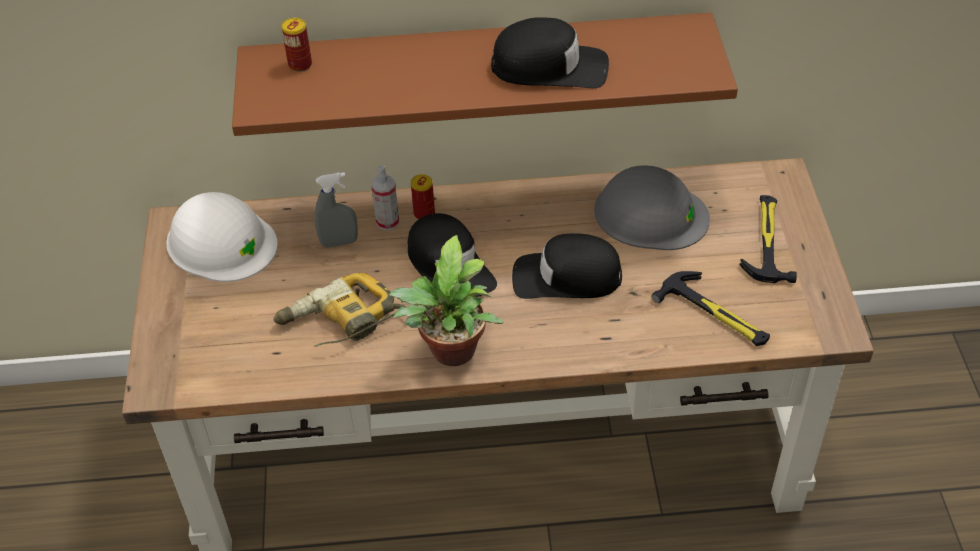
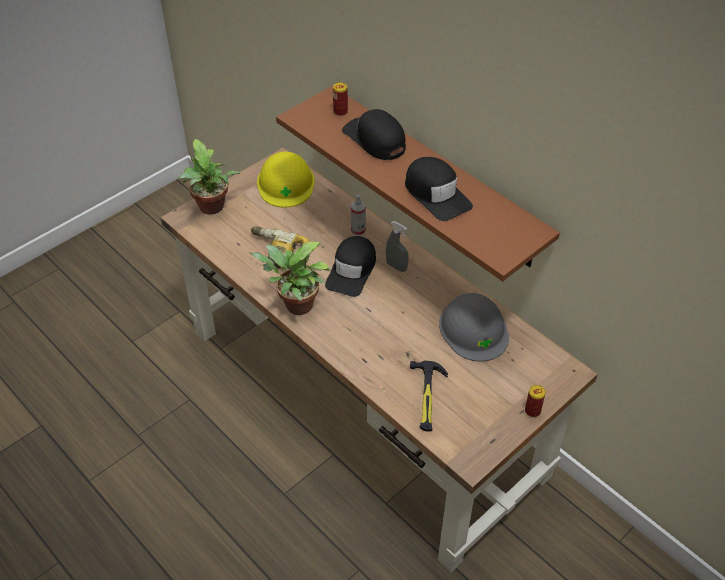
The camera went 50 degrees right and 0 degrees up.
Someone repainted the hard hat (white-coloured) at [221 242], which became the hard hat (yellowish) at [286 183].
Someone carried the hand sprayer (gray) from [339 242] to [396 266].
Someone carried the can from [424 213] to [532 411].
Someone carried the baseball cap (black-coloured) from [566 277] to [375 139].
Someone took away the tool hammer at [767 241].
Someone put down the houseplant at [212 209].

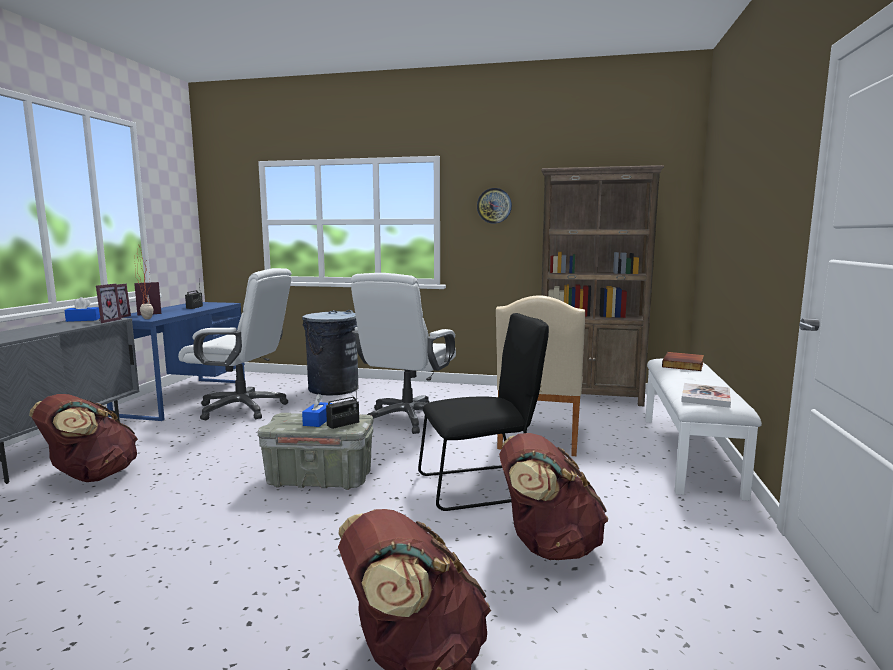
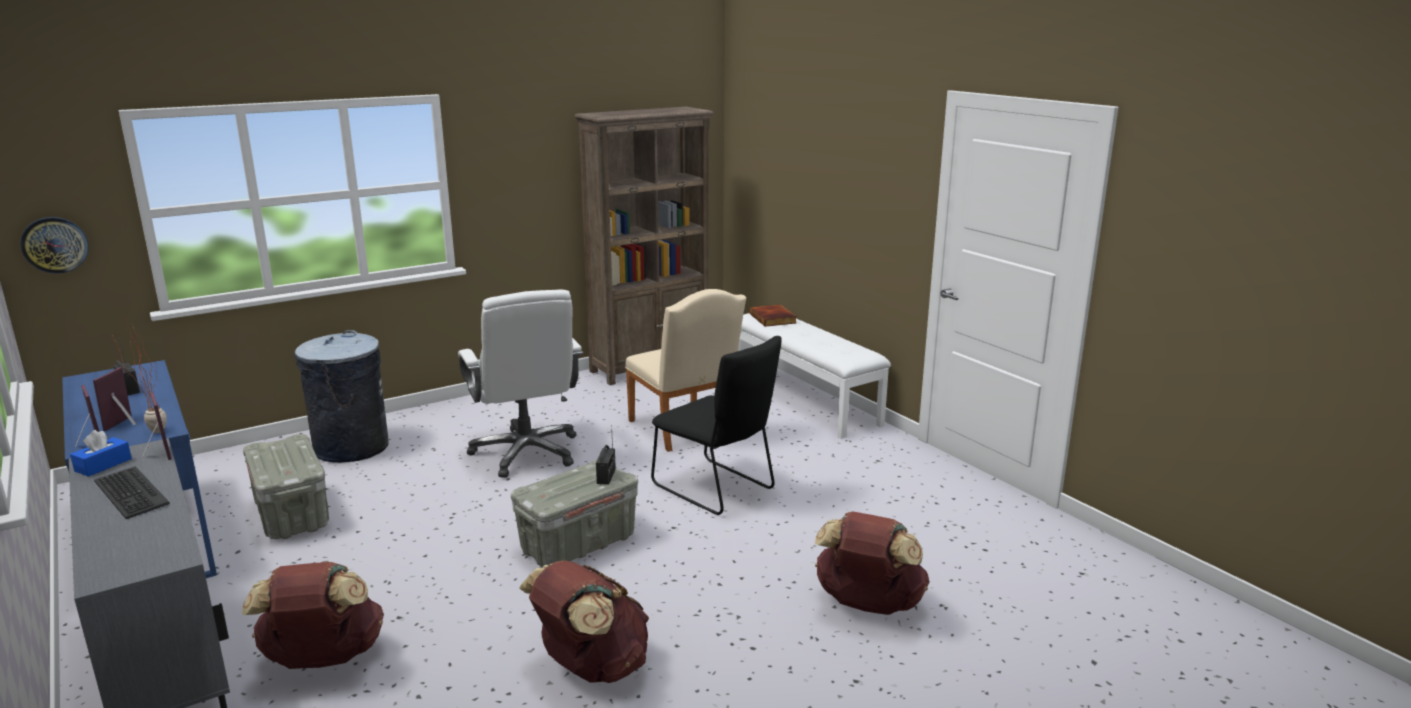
The camera went 45 degrees left and 10 degrees up.
Someone swapped the office chair (white-coloured) at [243 408] for the storage bin (gray) at [293 515].
Someone took away the box of tissues (blue) at [318 421].
Someone rotated the upright chair (black-coloured) at [482 486] by 105 degrees clockwise.
Someone carried the hanging clock from [494 205] to [55 245].
Someone carried the knapsack (brown-coloured) from [548 546] to [591 667].
Someone took away the book at [705 397].
Someone put down the computer keyboard at [130 493].

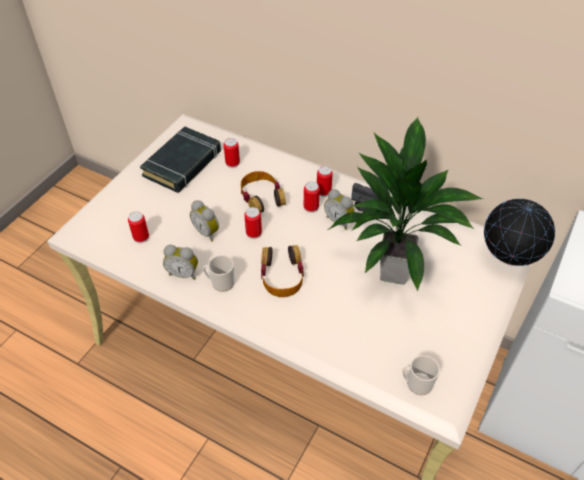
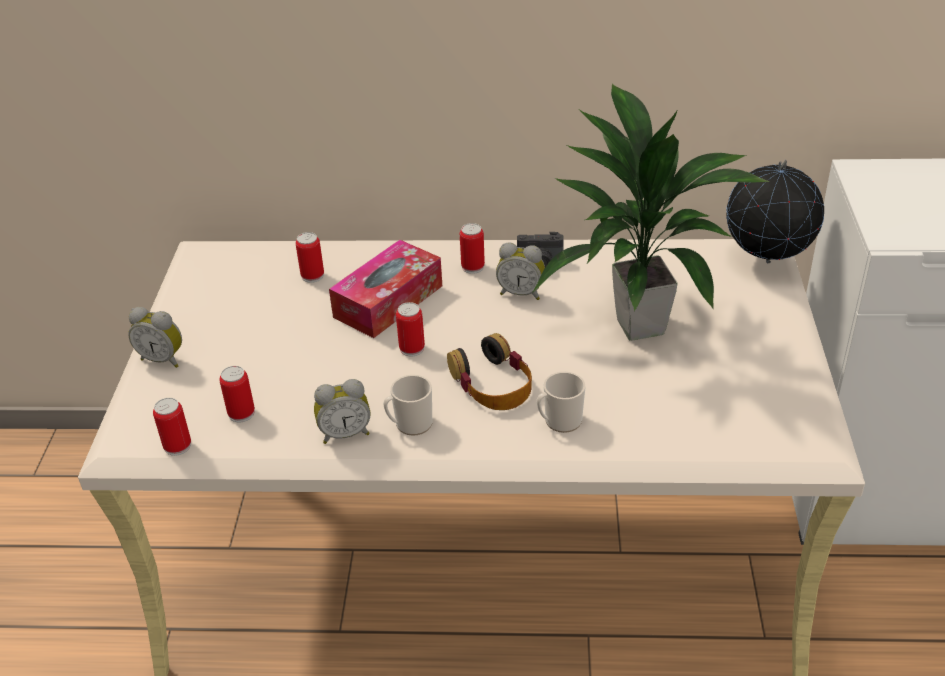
The camera went 25 degrees left and 10 degrees down.
Someone took away the book (black-coloured) at [183 164].
Someone carried the table clock from [207 232] to [163 359].
Someone swapped the headphones at [261 196] for the box of tissues at [388 301].
Someone carried the can from [311 207] to [177 446].
Someone carried the mug from [416 383] to [559 421].

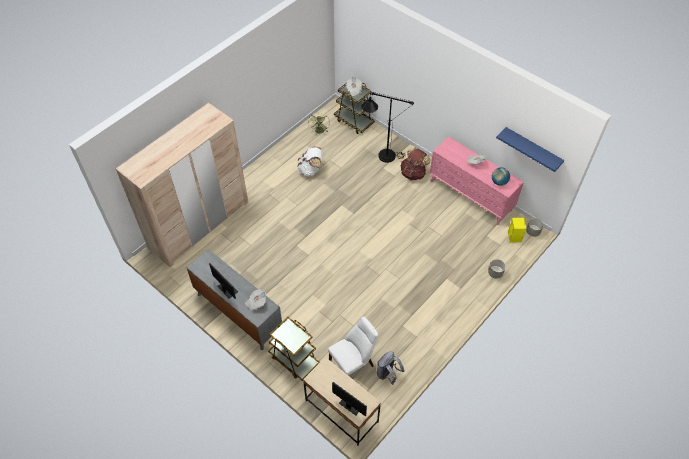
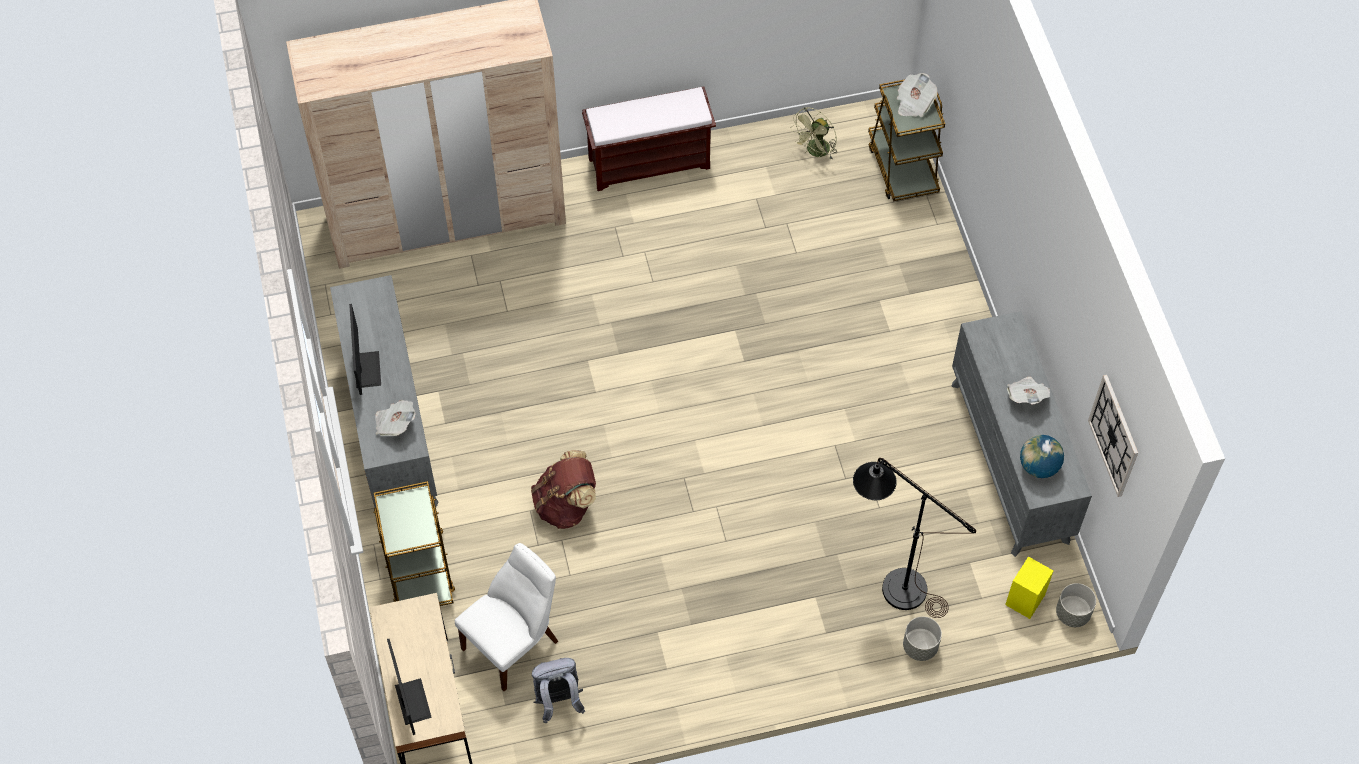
The camera went 35 degrees right and 5 degrees up.
Someone took away the knapsack (white-coloured) at [310 170].
Someone rotated the upright chair (white-coloured) at [353 363] by 45 degrees counterclockwise.
Someone carried the standard lamp (black-coloured) from [381 156] to [892 583].
Someone carried the knapsack (brown-coloured) from [413 173] to [566 505].
Someone repainted the chest of drawers (pink) at [470 195], which became the chest of drawers (gray) at [1010 462].
Someone swapped the shelf (blue) at [533 148] for the hanging clock at [1114 435].
Someone put down the long seat (brown-coloured) at [650 162].

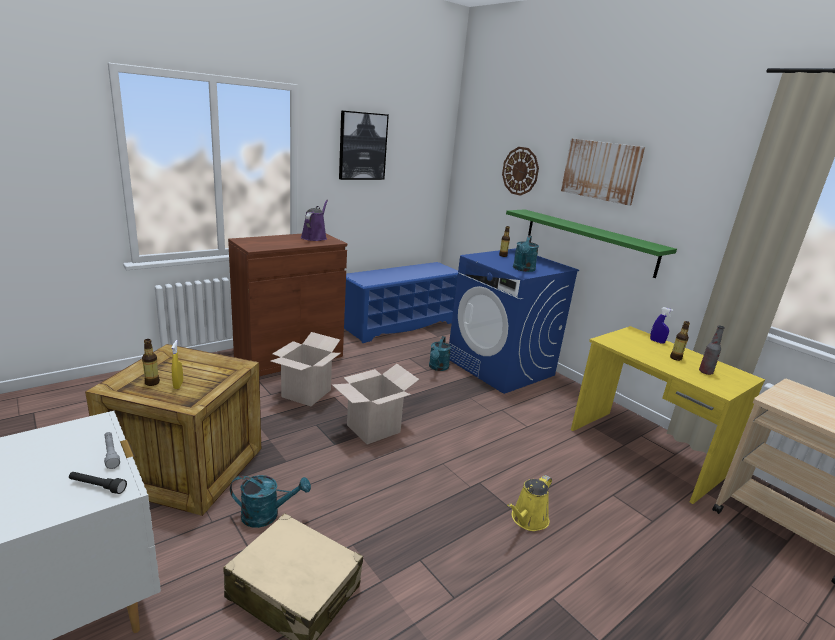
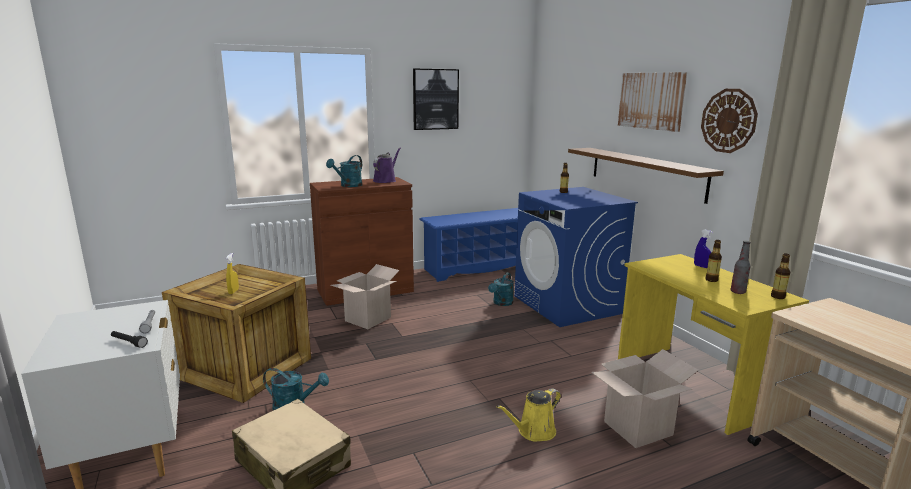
The camera went 15 degrees right and 5 degrees down.
Someone carried the beverage bottle from [152 383] to [777 297].
Someone carried the carton from [373 429] to [637 428].
Someone carried the hanging clock from [520 171] to [728 120].
Someone repainted the shelf (green-coloured) at [588 241], which became the shelf (brown-coloured) at [645 173].
Someone carried the sprinkling can (blue-green) from [523 269] to [348 186].

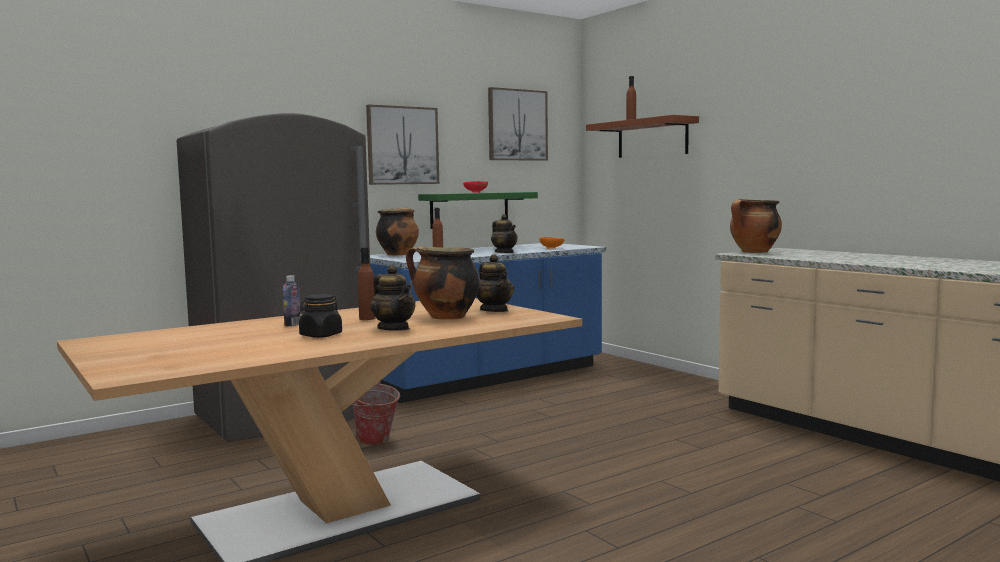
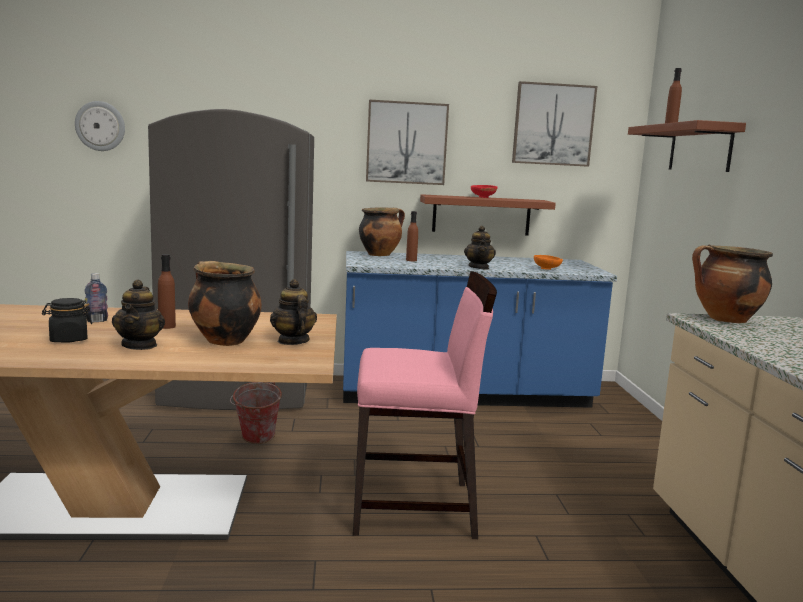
The camera went 30 degrees right and 5 degrees up.
Someone repainted the shelf (green-coloured) at [469 210], which became the shelf (brown-coloured) at [481 215].
Someone rotated the pot for tea at [494 310] by 150 degrees clockwise.
Someone put up the hanging clock at [100 126].
Someone put down the upright chair (pink) at [415 508].

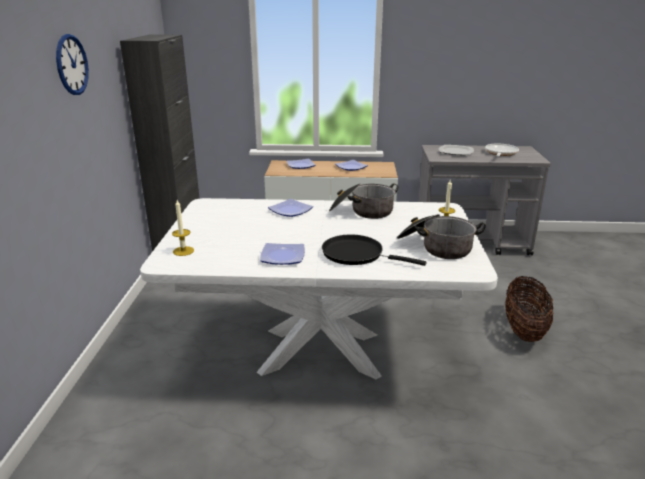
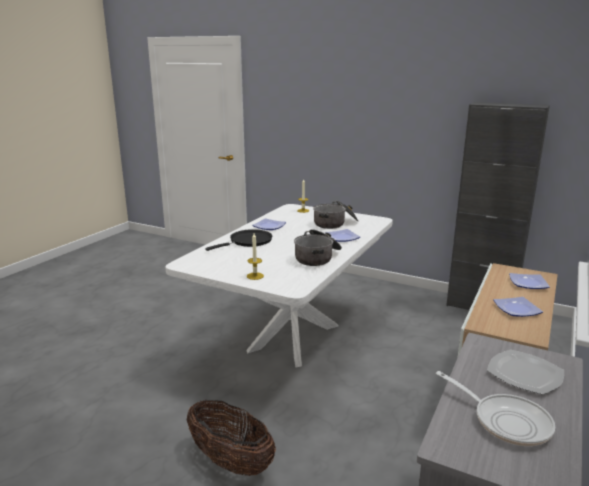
The camera went 115 degrees right and 5 degrees down.
Someone took away the hanging clock at [72 65].
Someone carried the stockpot from [436 247] to [335 223].

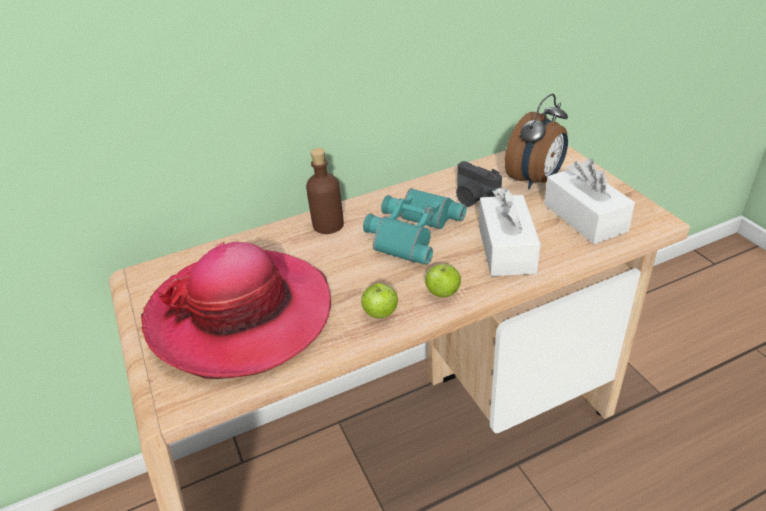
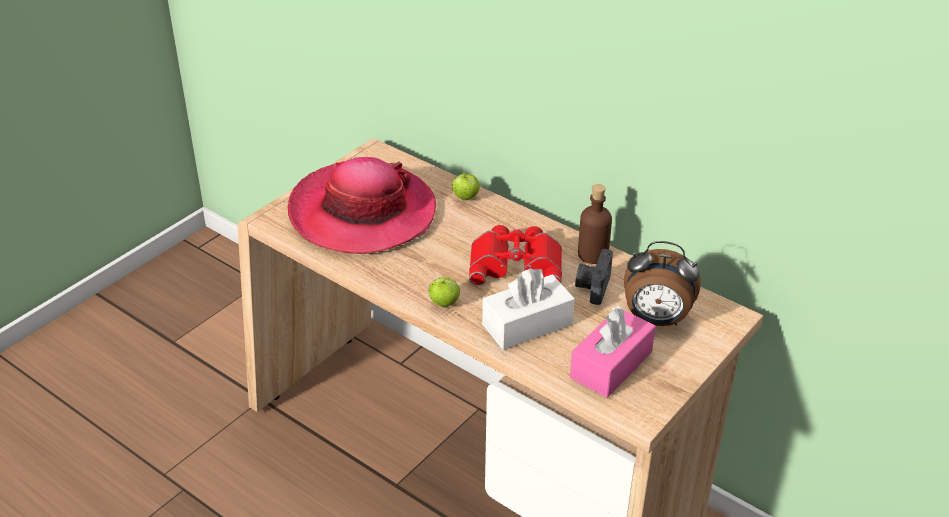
The camera went 60 degrees right and 0 degrees up.
Someone carried the beverage bottle (brown-coloured) from [328 225] to [592 254].
Someone carried the apple fruit from [380 314] to [465 198].
Someone repainted the field glasses (blue-green) at [411 231], which became the field glasses (red) at [516 263].
Someone repainted the box of tissues (white-coloured) at [584 217], which became the box of tissues (pink) at [611 365].

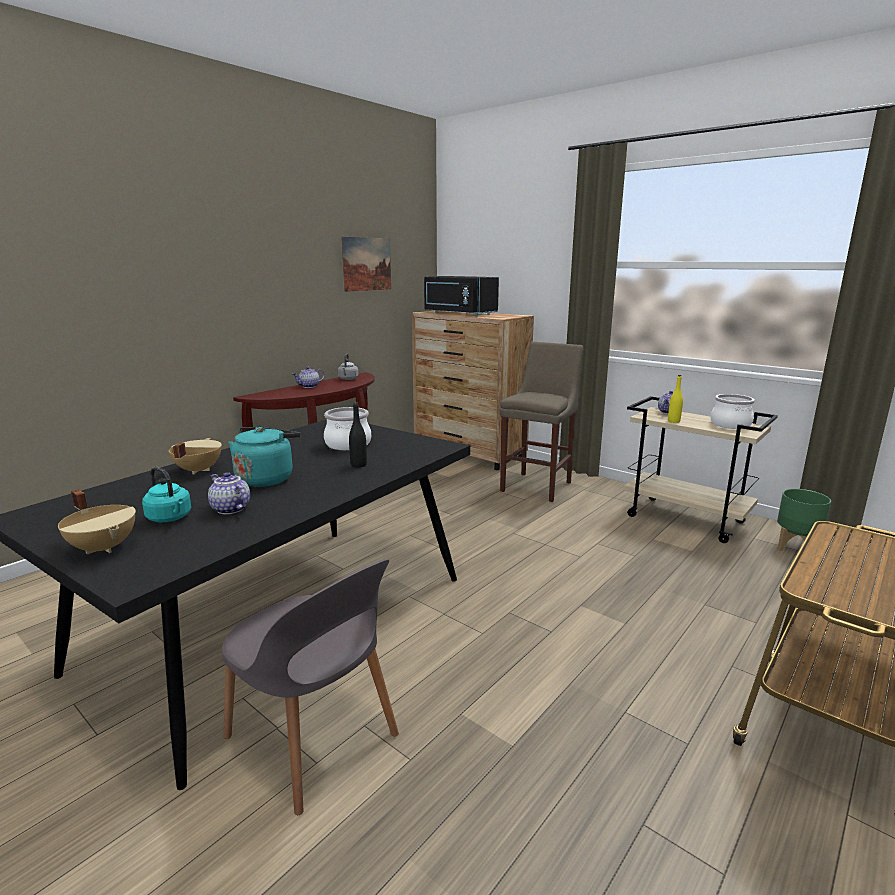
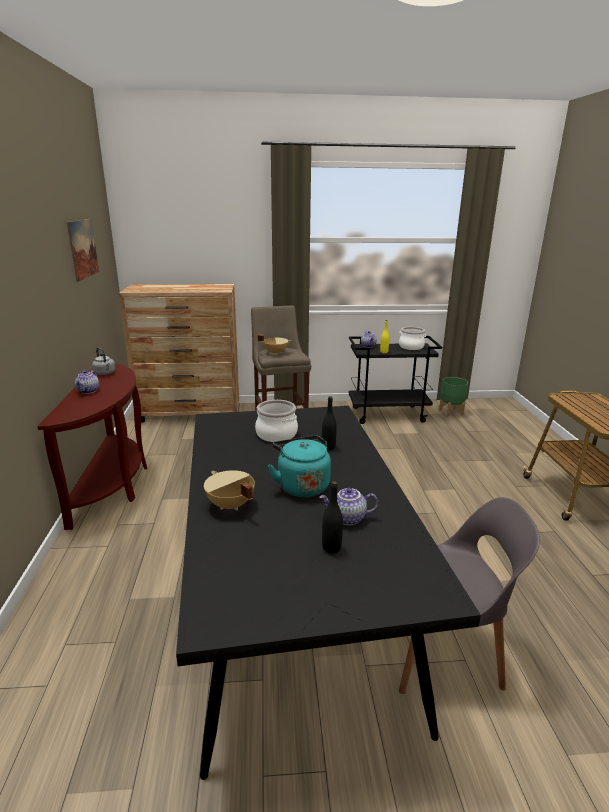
The camera went 45 degrees left and 5 degrees up.
Someone carried the stockpot (beige-coloured) from [104 547] to [275 353].
Someone swapped the kettle (blue-green) at [170 518] for the beverage bottle (black-coloured) at [331 548].
Someone took away the microwave oven (black-coloured) at [458 313].
Someone repainted the wheeled cart (beige-coloured) at [686 519], which became the wheeled cart (black-coloured) at [388 414].

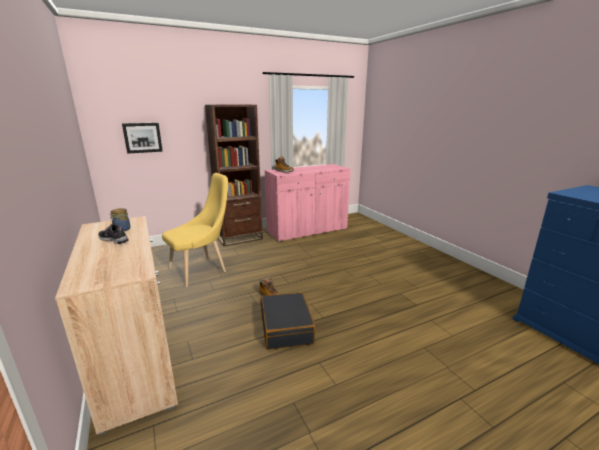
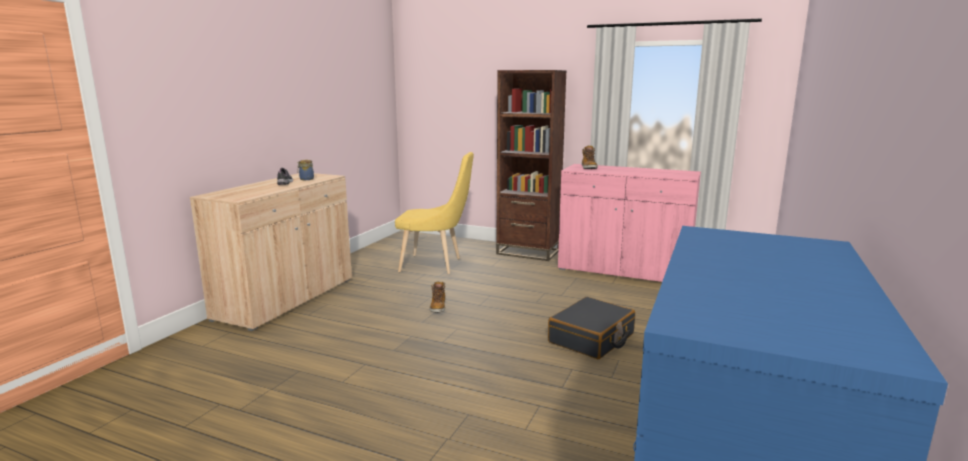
The camera went 50 degrees right and 5 degrees down.
Someone took away the wall picture at [142 137].
Someone carried the suitcase (black-coloured) from [286 327] to [592 338].

